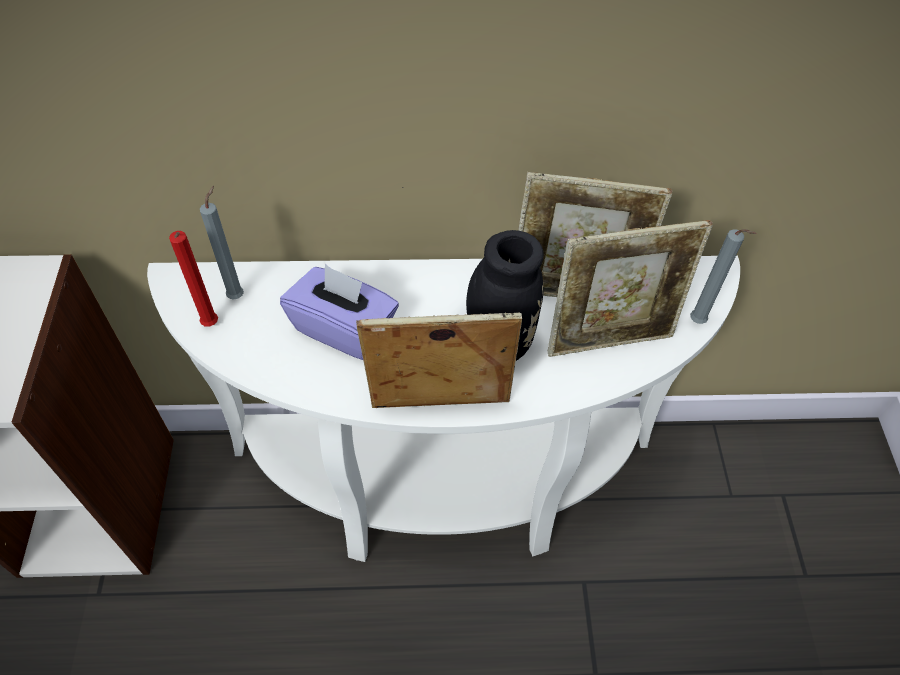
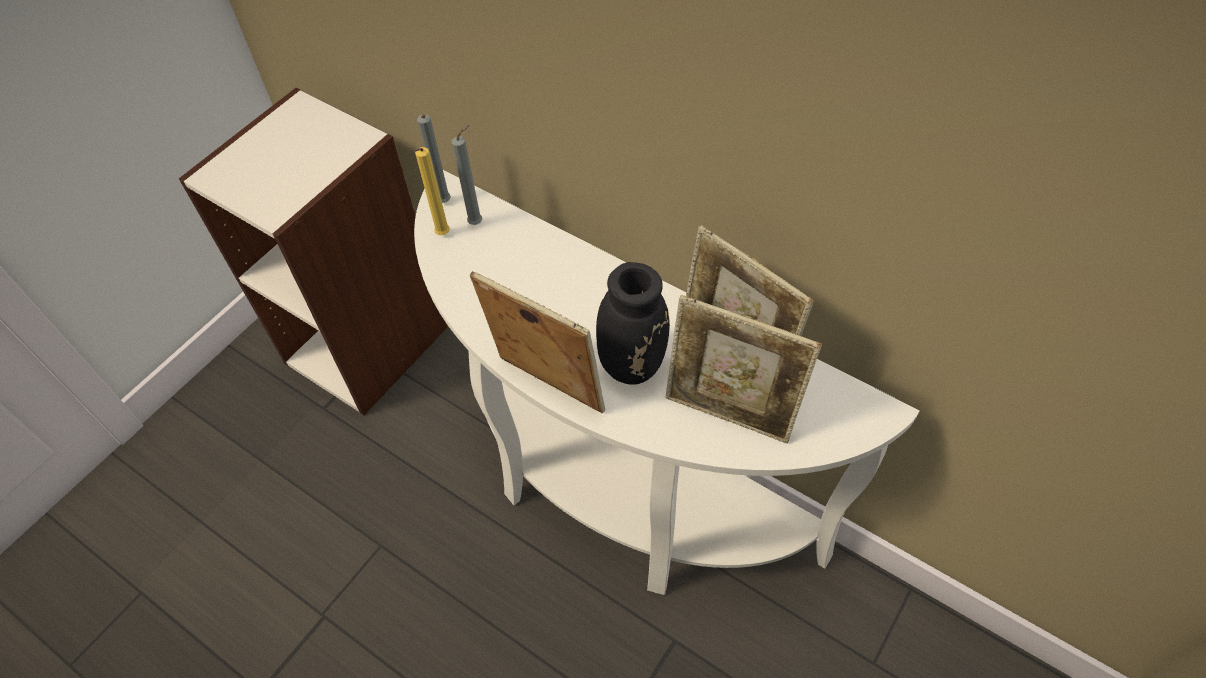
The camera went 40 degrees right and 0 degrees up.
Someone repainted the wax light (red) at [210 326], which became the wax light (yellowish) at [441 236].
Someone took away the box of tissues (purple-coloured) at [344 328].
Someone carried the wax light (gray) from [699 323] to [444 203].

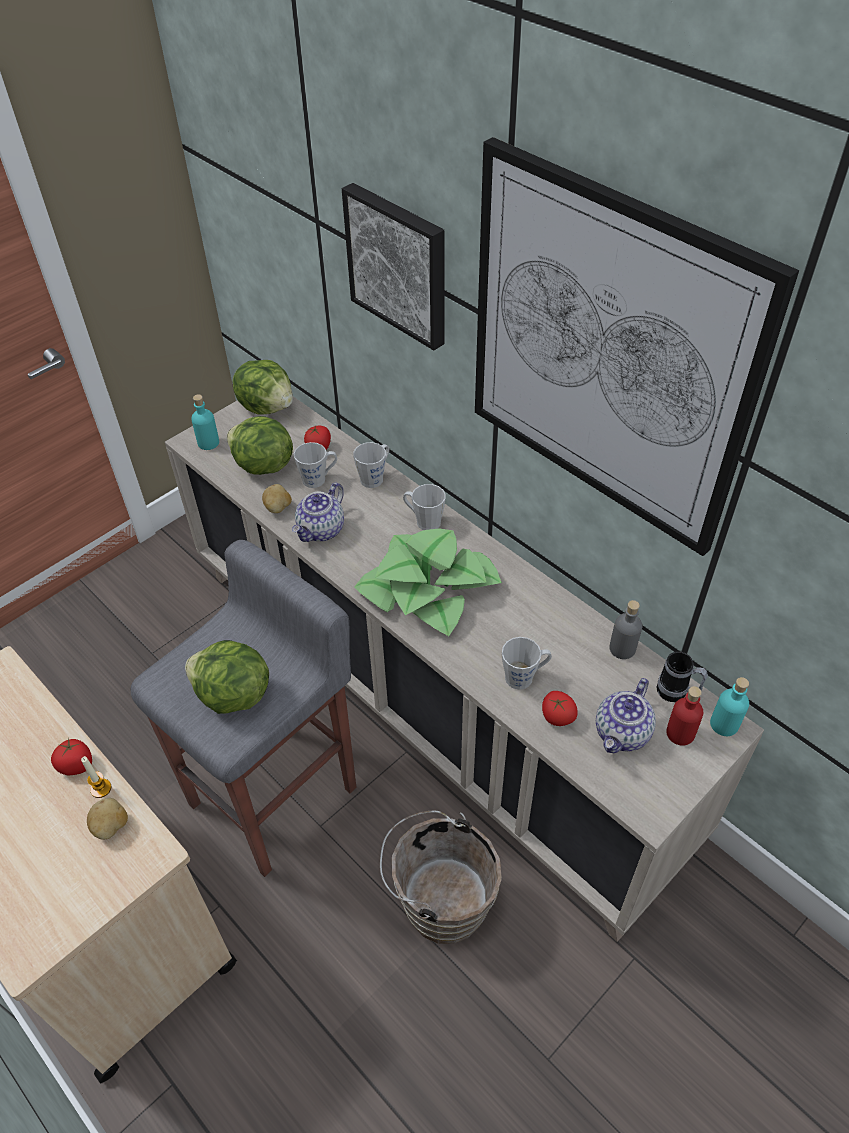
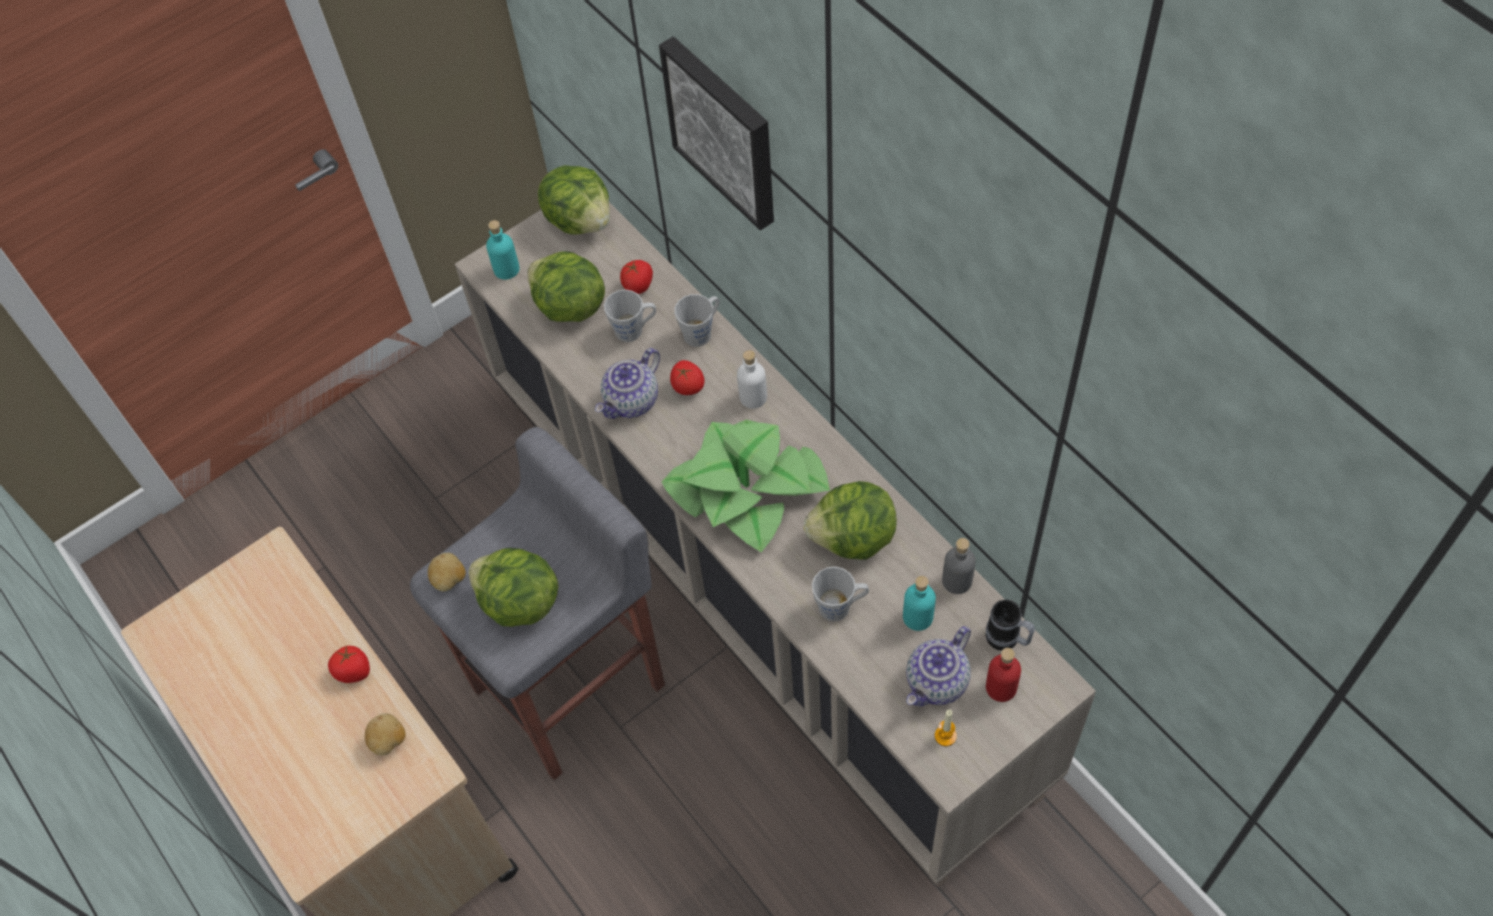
The camera went 10 degrees right and 10 degrees up.
Someone carried the wax light from [101 788] to [945 736].
Someone carried the spud from [278 508] to [450 579].
Someone took away the pail (brown-coloured) at [439 901].
Someone swapped the mug (gray) at [424 521] for the beverage bottle (white-coloured) at [753 397].
Someone took away the wall picture at [606 353].
Someone carried the fresh tomato from [557 716] to [687 386].
Someone carried the beverage bottle (blue-green) from [724 724] to [918 617].
Someone put down the head of lettuce at [853 538].

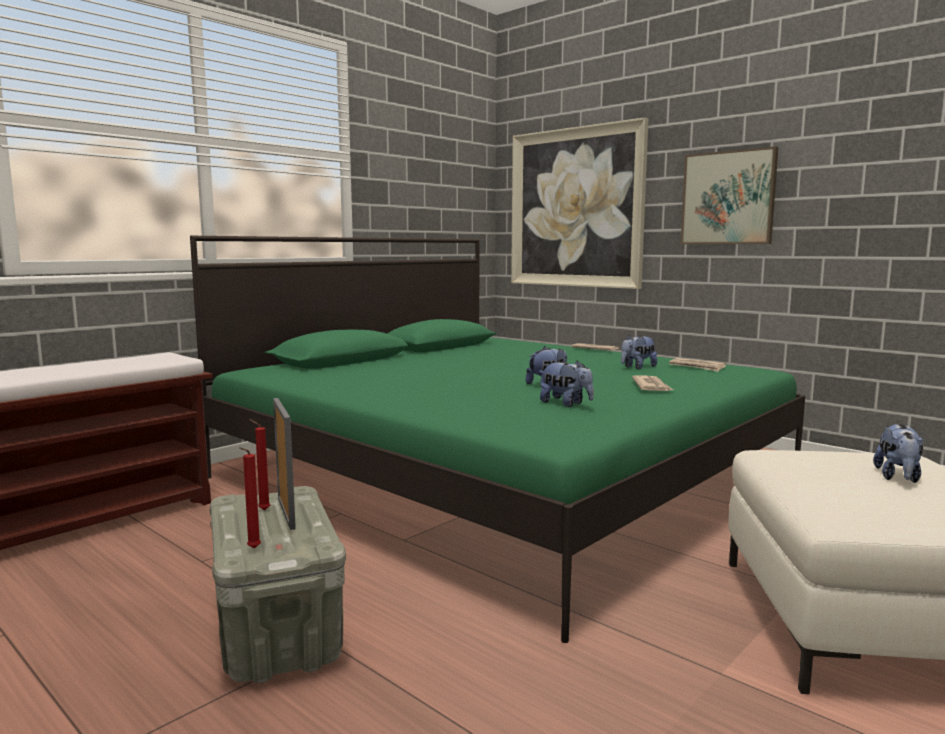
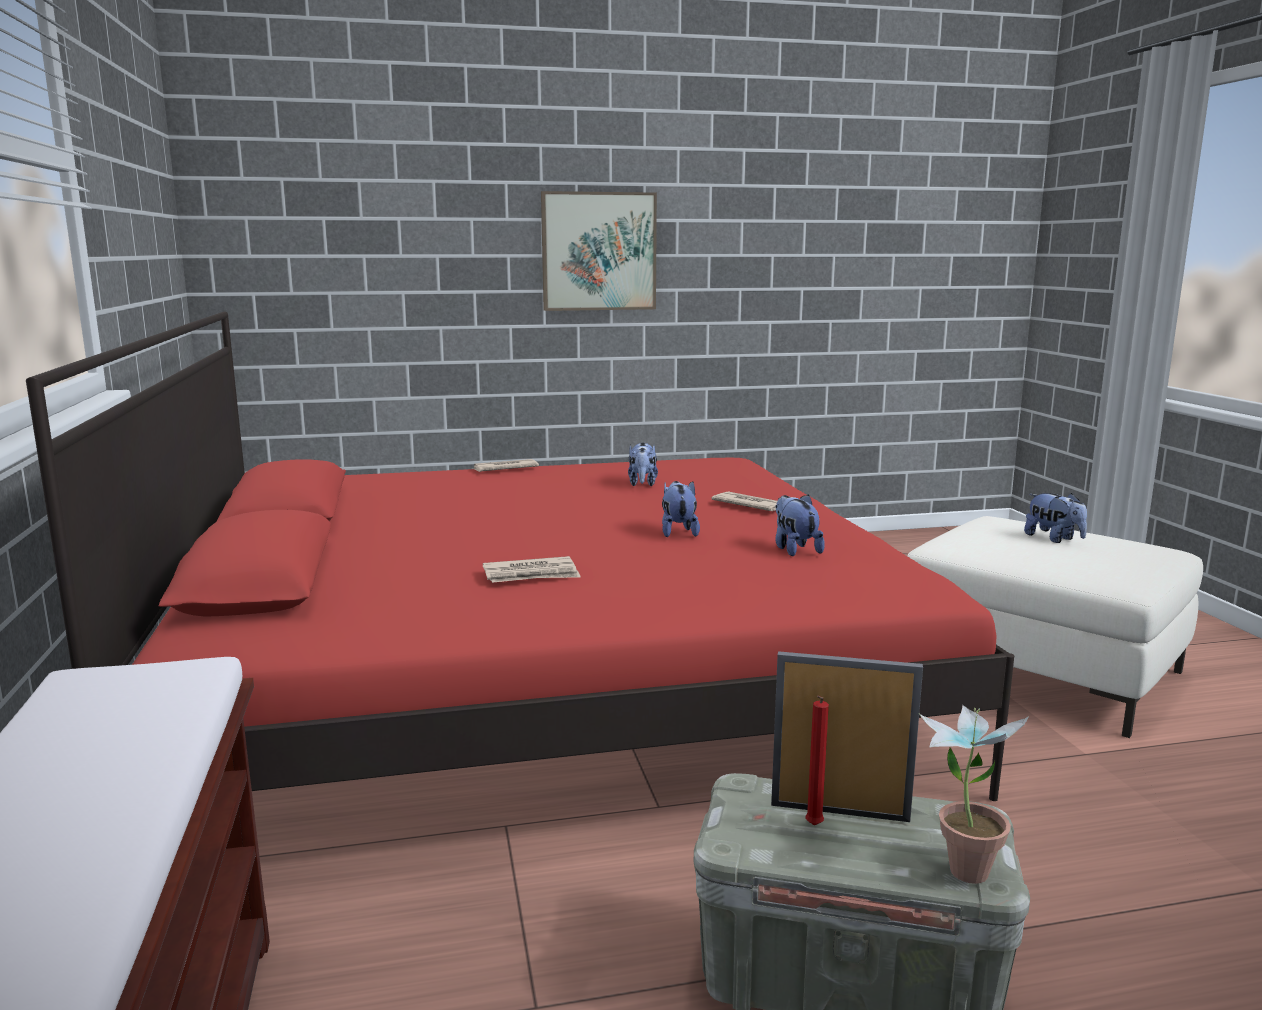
The camera went 55 degrees left and 5 degrees up.
Someone repainted the bed (green-coloured) at [502 477], which became the bed (red) at [542 679].
Someone swapped the wax light (red) at [252 549] for the houseplant at [962 863].
Someone took away the wall picture at [575 208].
Someone rotated the cuddly toy at [566 404] by 90 degrees counterclockwise.
Someone carried the newspaper from [697 367] to [531 575].

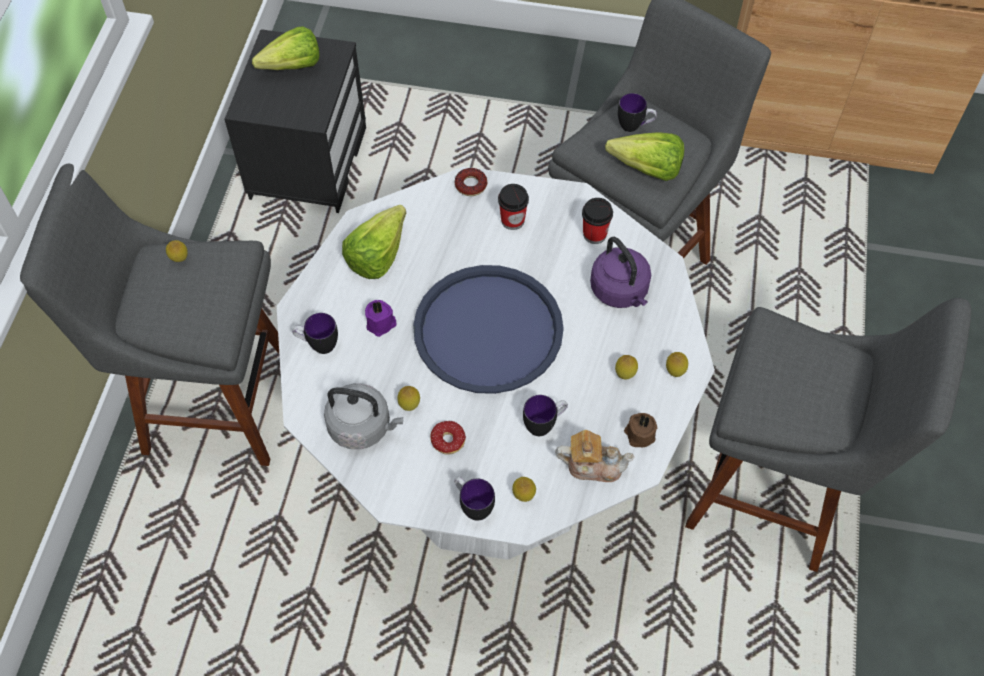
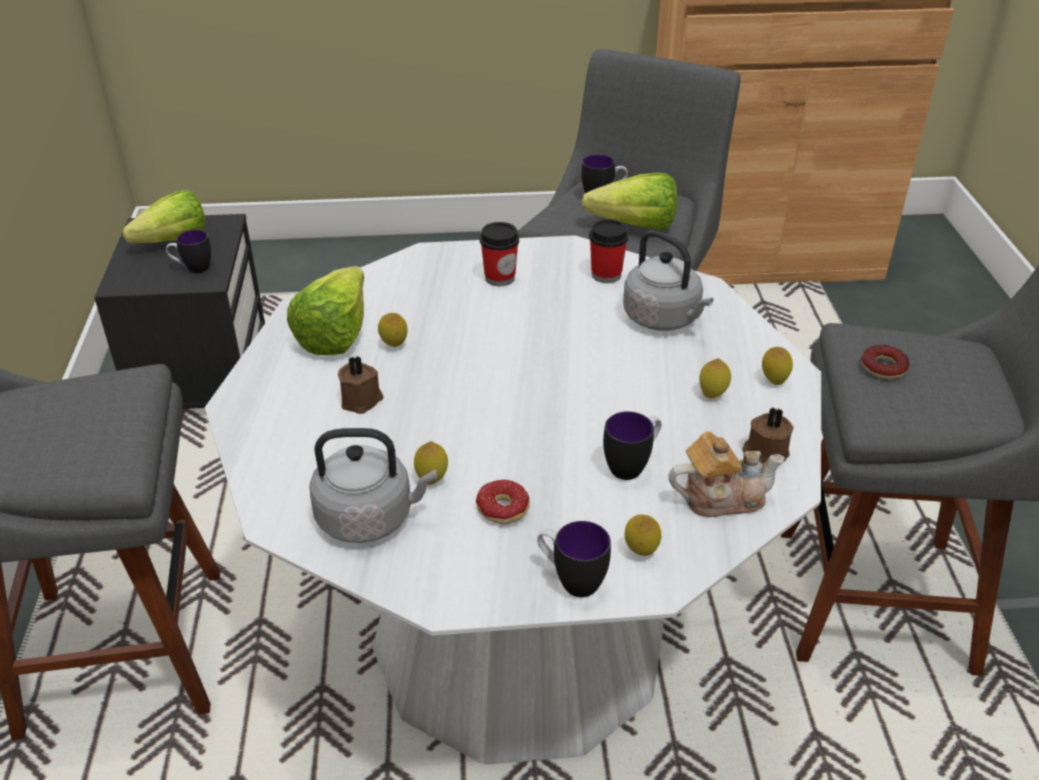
The camera went 15 degrees left and 20 degrees down.
Someone carried the citrus fruit from [180 259] to [394 346].
Someone carried the mug from [318 345] to [193 269].
Someone repainted the wax light (purple-coloured) at [381 324], which became the wax light (brown-coloured) at [362 401].
Someone took away the tray (blue) at [488 330].
Someone carried the donut from [471 185] to [883 367].
Someone repainted the kettle (purple-coloured) at [620 291], which became the kettle (gray) at [664 319].

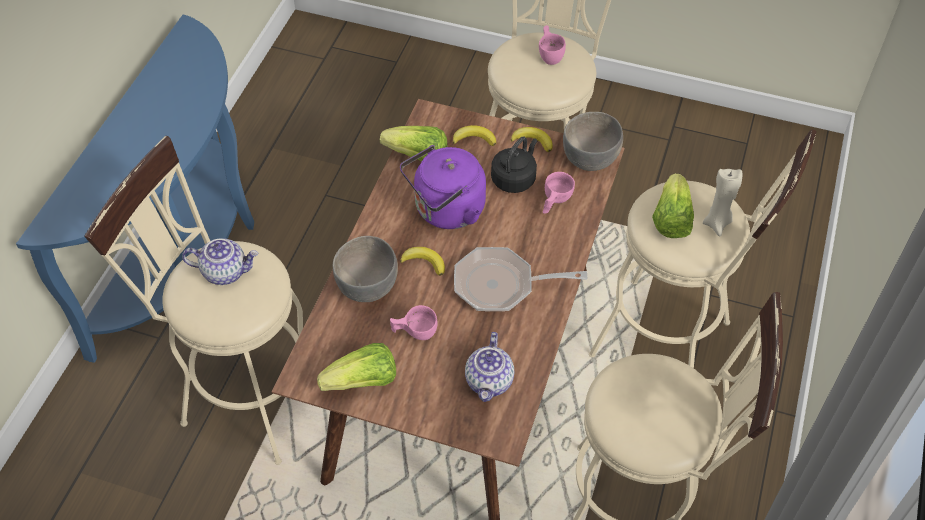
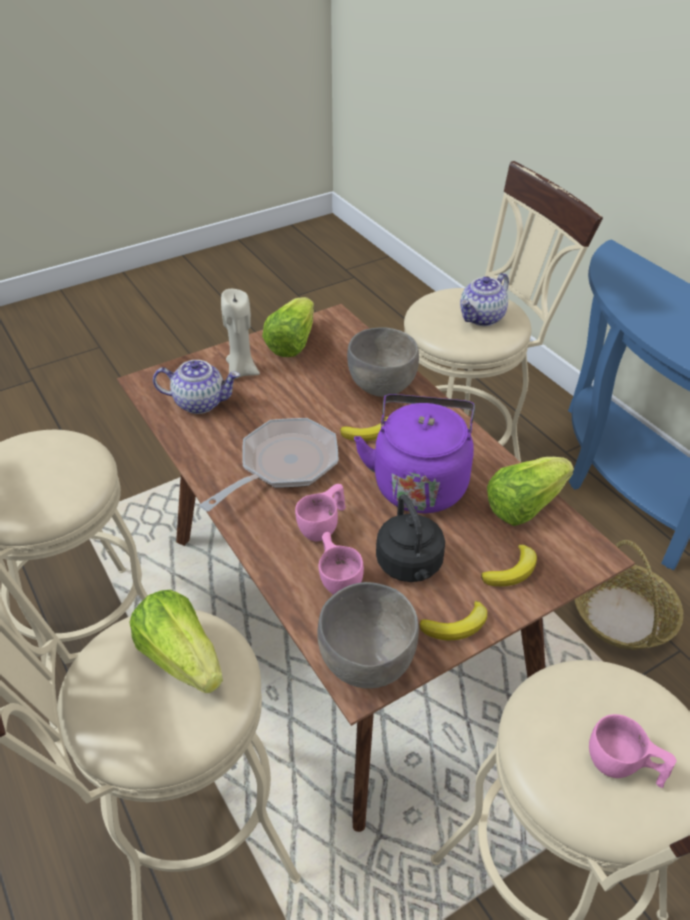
The camera went 130 degrees right and 10 degrees down.
Someone carried the small cup (pink) from [414 332] to [324 525].
Someone rotated the pot for tea at [490 382] by 135 degrees clockwise.
Someone carried the wax light (beige-coloured) from [717 223] to [241 371].
Someone put down the household basket at [623 616].

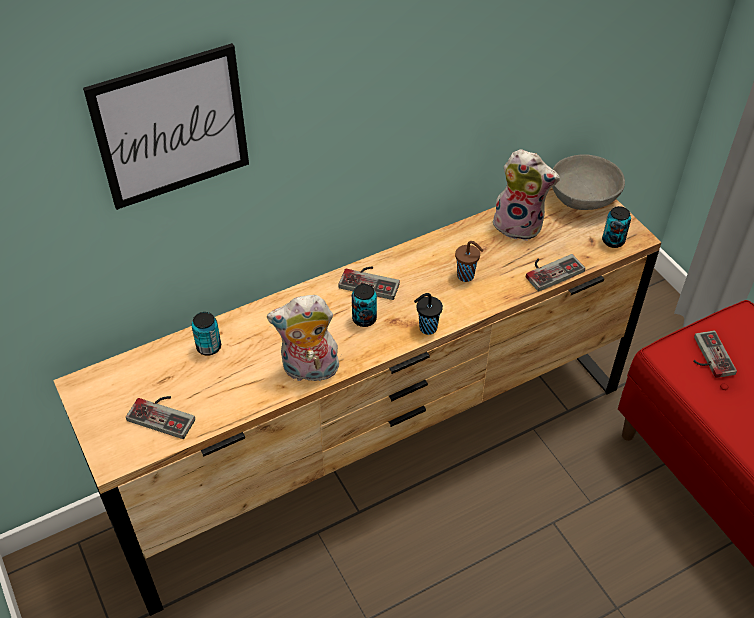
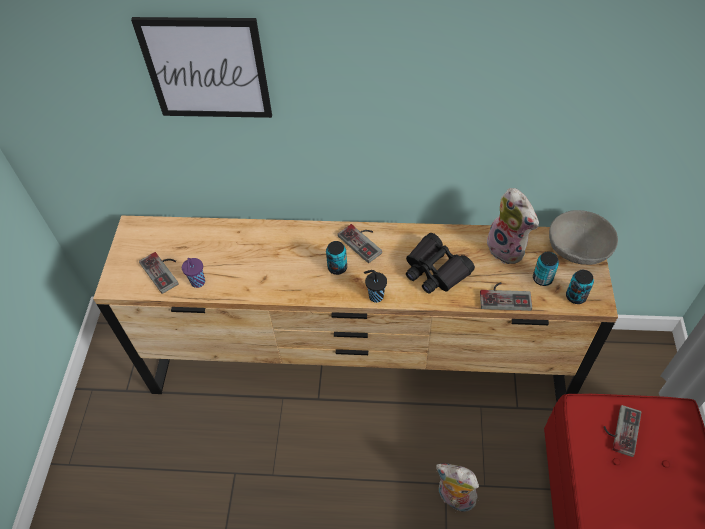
The camera went 35 degrees right and 5 degrees up.
Someone carried the can from [209 347] to [542 278].
Someone carried the cuddly toy from [309 371] to [454 498].
Someone swapped the small cup (brown-coloured) at [466 276] for the field glasses (black-coloured) at [435 270].
Someone put down the small cup (purple-coloured) at [198 283].

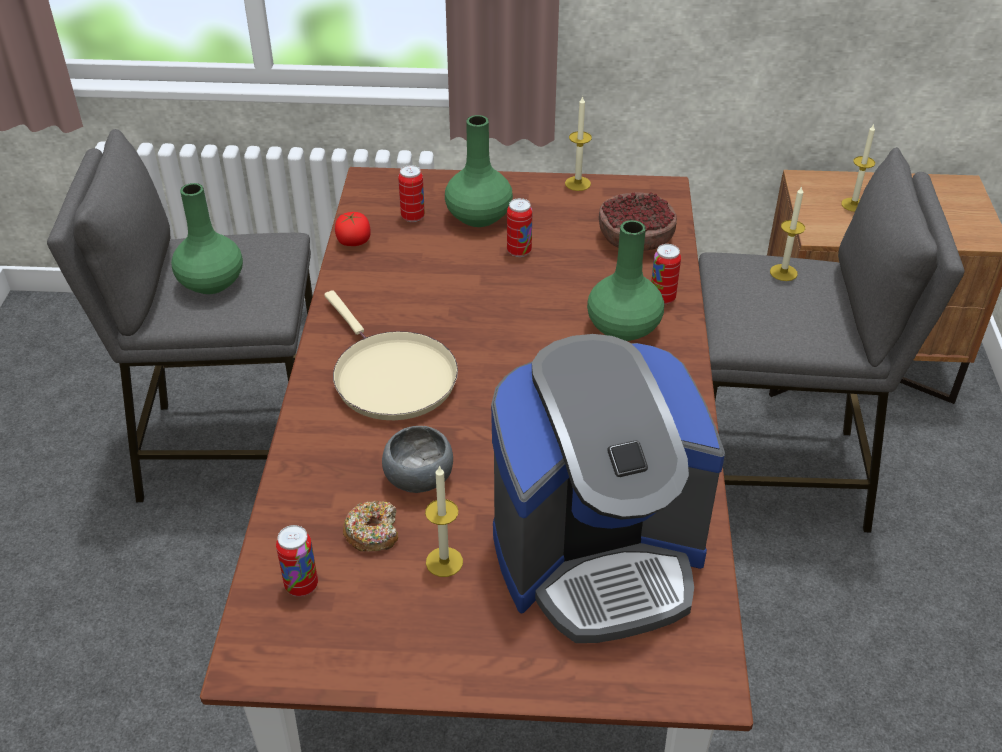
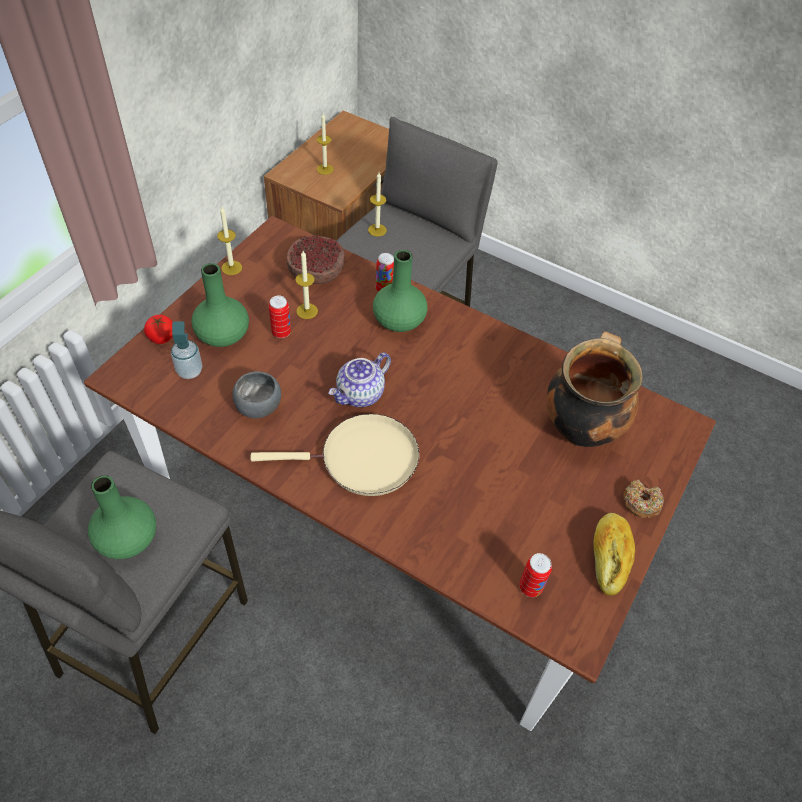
The camera went 65 degrees left and 10 degrees up.
Someone carried the fresh tomato from [353 242] to [162 337].
Someone carried the donut from [373 532] to [641 503].
Someone carried the serving bowl (gray) from [421 479] to [259 406].
Someone swapped the can at [413 217] for the soap bottle at [189 371].
Someone carried the wax light from [444 562] to [307 311].
Someone swapped the coffee maker at [598 556] for the stockpot at [580 426].
Someone put down the pot for tea at [360 395].
Someone put down the bakery bread at [609 557].

